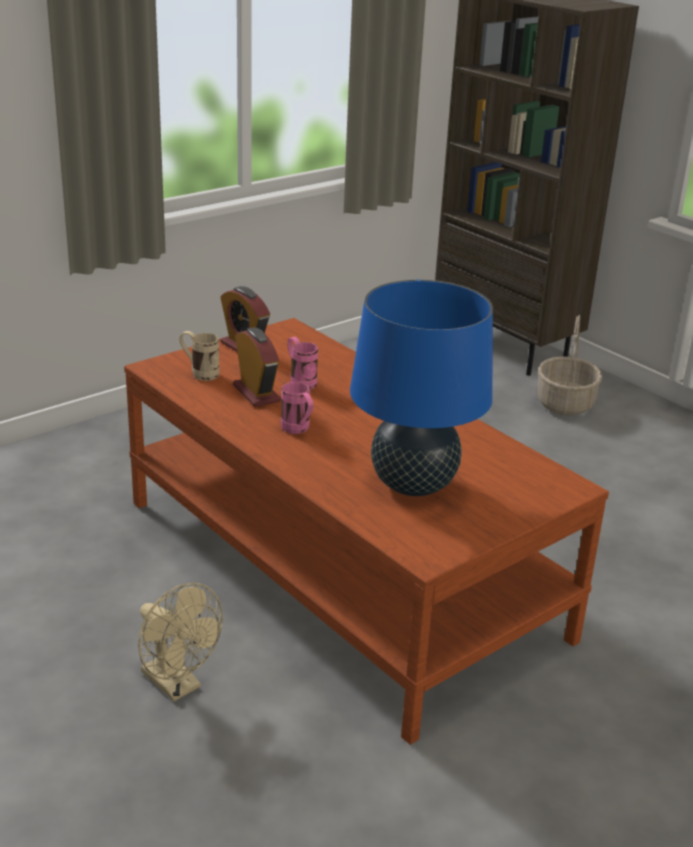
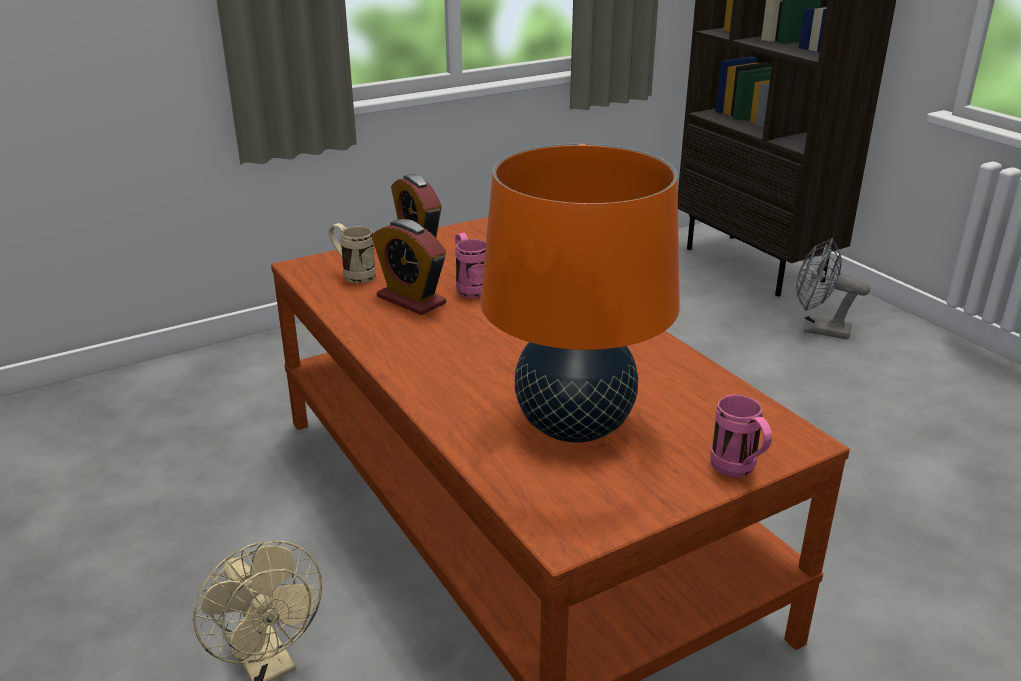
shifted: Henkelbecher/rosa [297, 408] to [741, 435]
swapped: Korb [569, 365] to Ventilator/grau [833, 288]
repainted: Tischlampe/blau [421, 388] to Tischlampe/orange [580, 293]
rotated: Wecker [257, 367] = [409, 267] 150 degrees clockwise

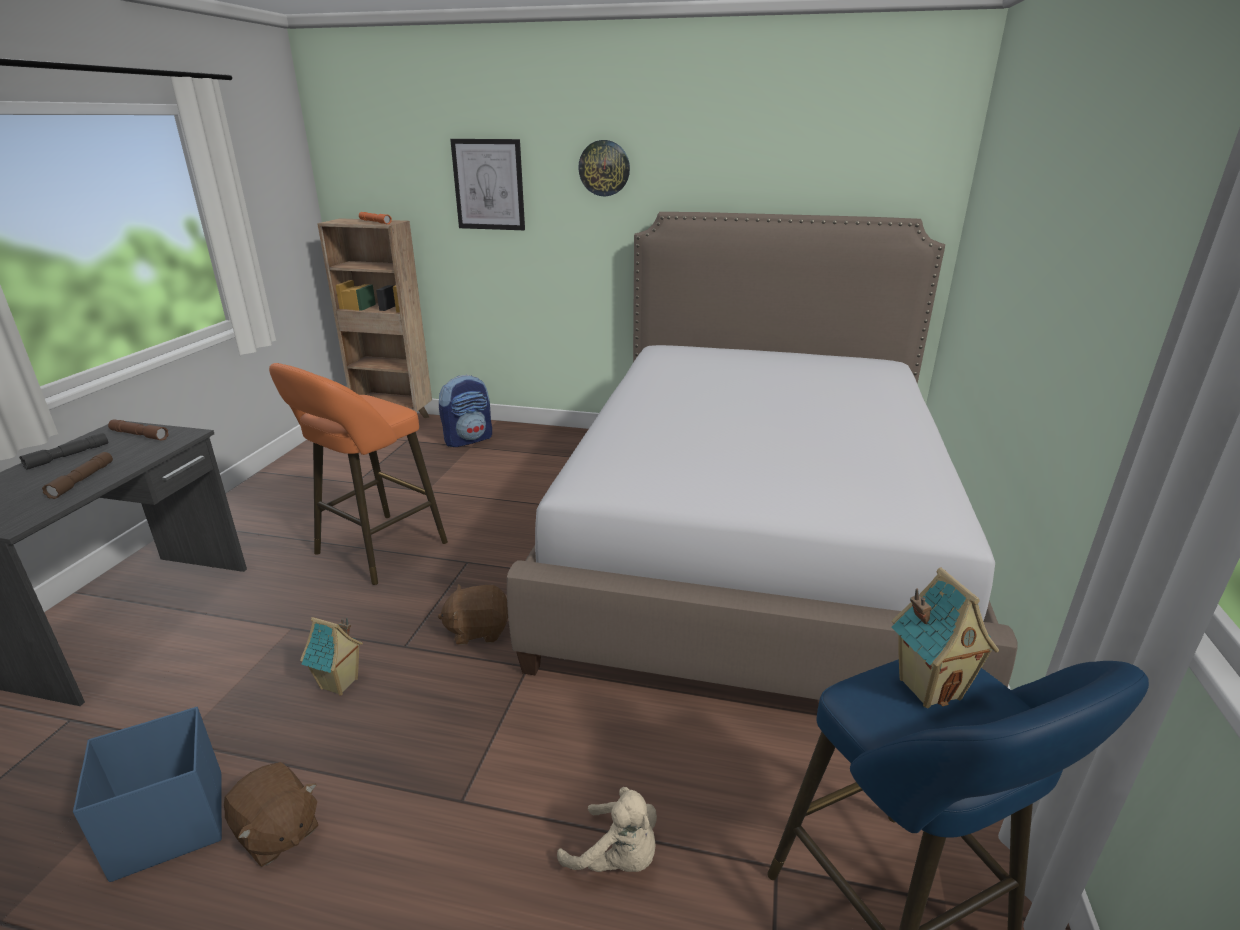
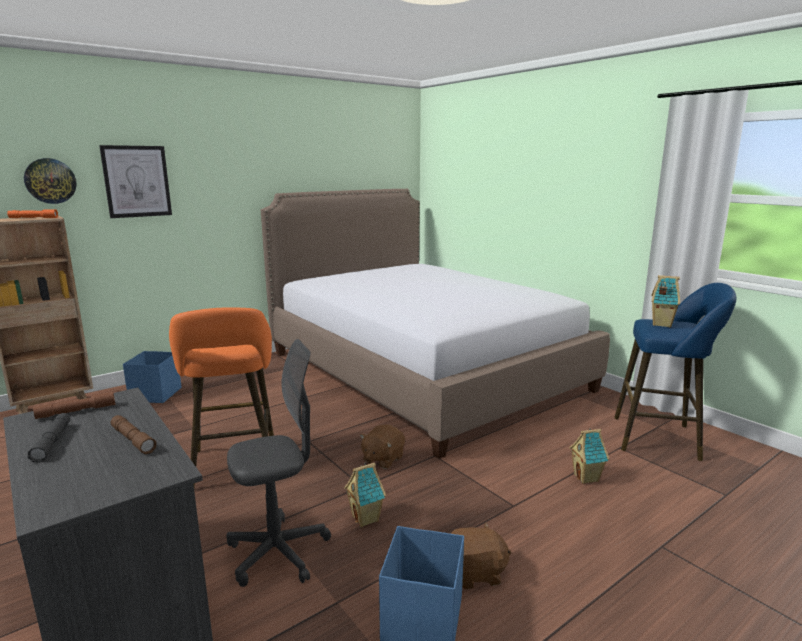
new: Bürostuhl/grau [278, 463]
shifted: Wanduhr [604, 168] to [50, 181]
swapped: Rucksack [465, 411] to Aufbewahrungsbox/blau [152, 377]; Plüschtier/beige [607, 829] to Spielzeughaus [589, 456]

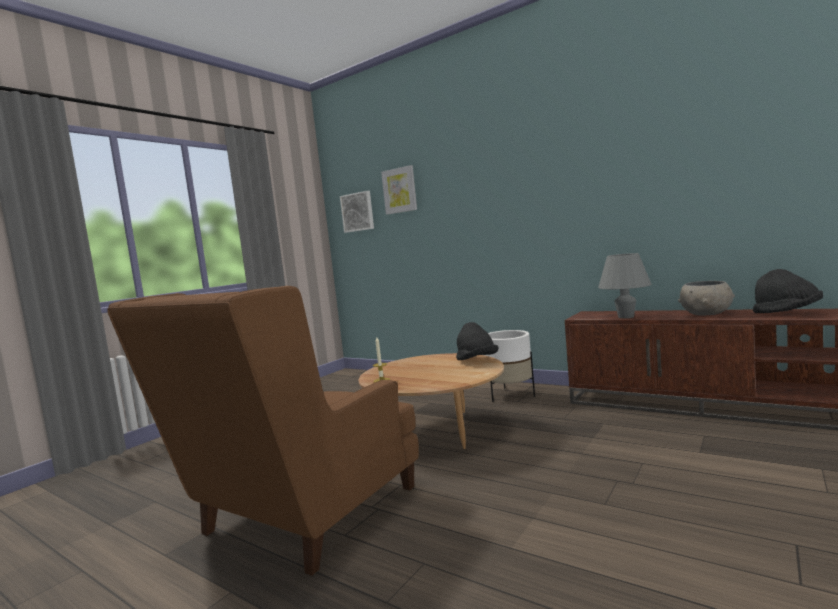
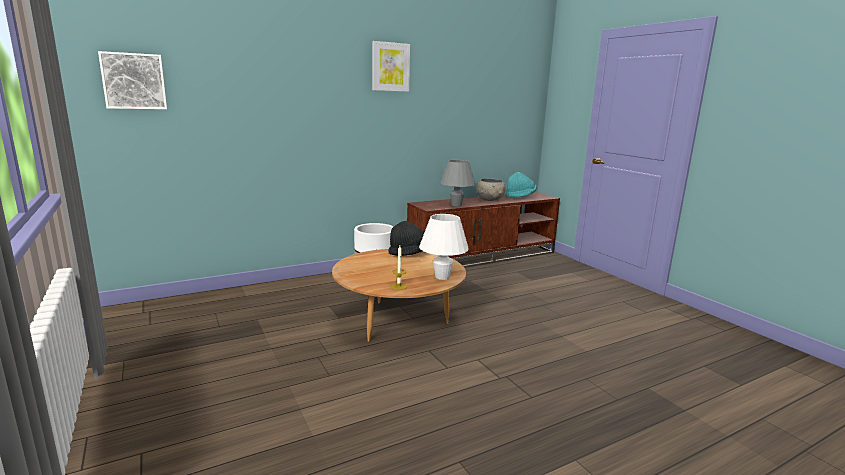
gone: Sessel/braun [263, 431]
new: Tischlampe/weiß [444, 247]
shifted: Bild [399, 190] to [391, 66]
repainted: Hut/schwarz [788, 291] to Hut/türkis [521, 185]

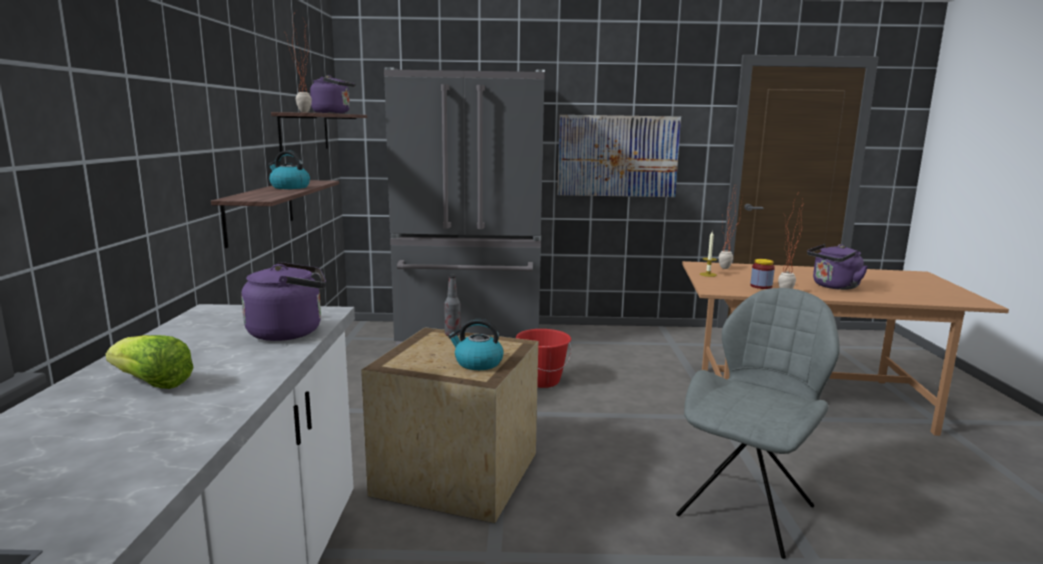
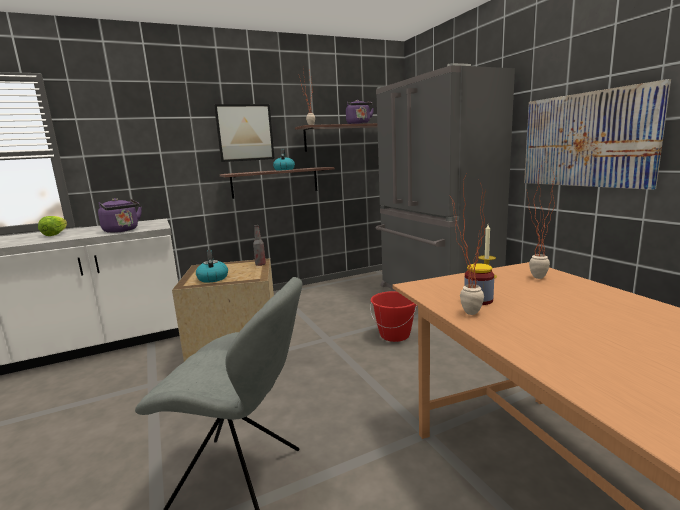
gone: Wasserkessel/lila [837, 267]
new: Bild [244, 133]

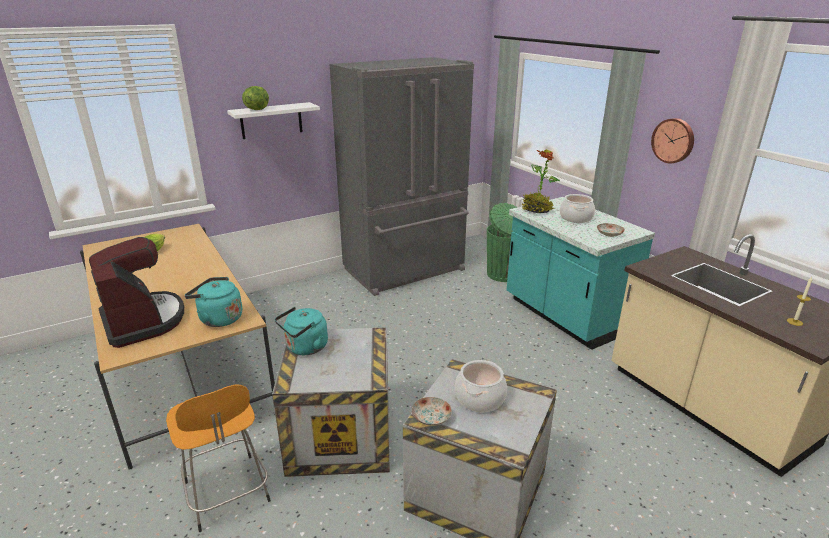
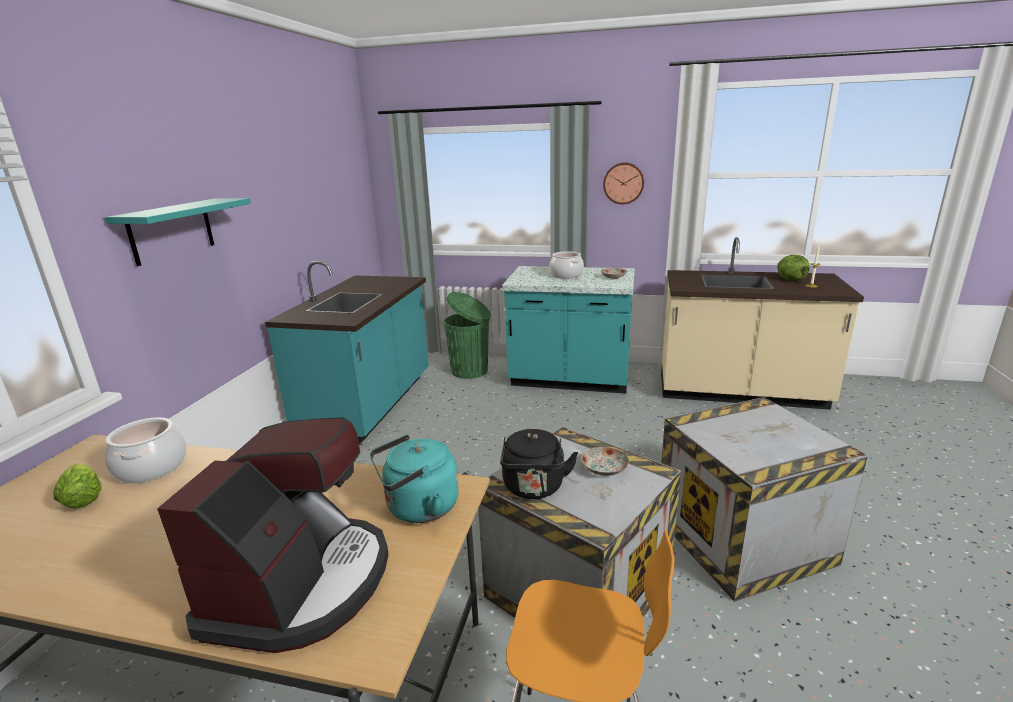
gone: Topfpflanze [541, 181]
shifted: Salatkopf [255, 98] to [793, 268]; Teller [432, 411] to [605, 461]; Kochtopf [481, 386] to [145, 450]
swapped: Kühlschrank/grau [402, 176] to Küchenzeile/türkis [347, 353]
repainted: Wandregal/weiß [273, 120] to Wandregal/türkis [178, 232]; Wasserkessel/türkis [301, 331] to Wasserkessel/schwarz [539, 464]
rotated: Kaffeemaschine [136, 292] = [273, 535] 90 degrees clockwise

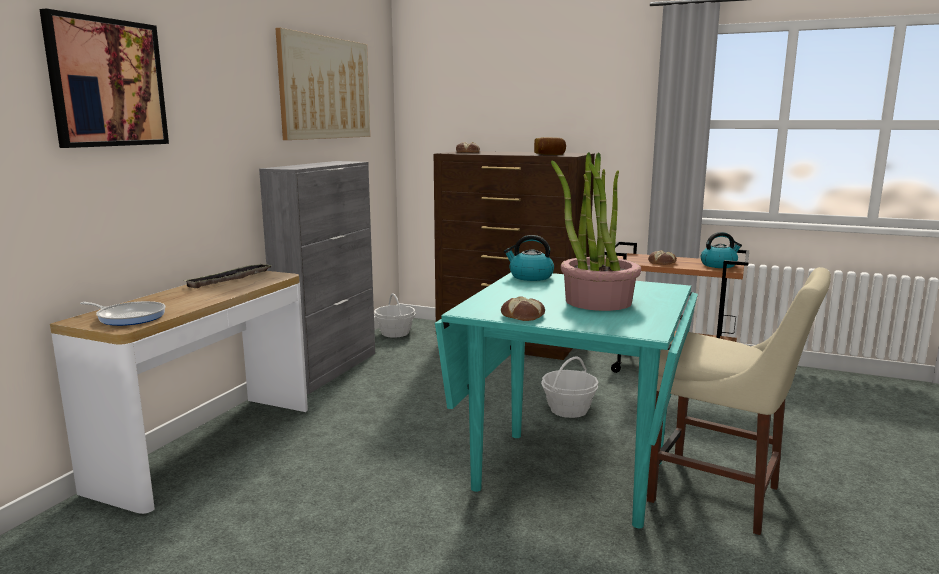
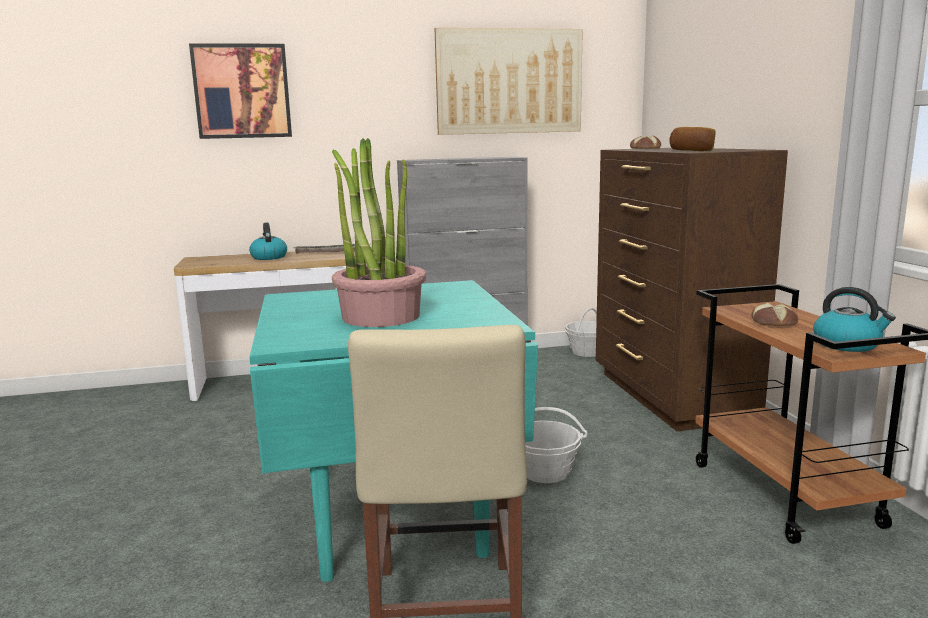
gone: Pfanne [123, 313]; Brot [523, 309]
shifted: Wasserkessel [529, 258] to [268, 241]

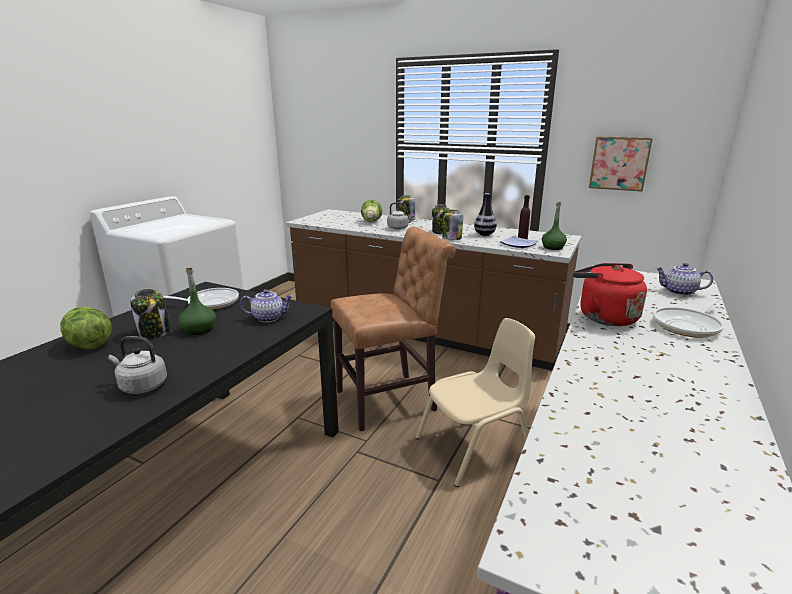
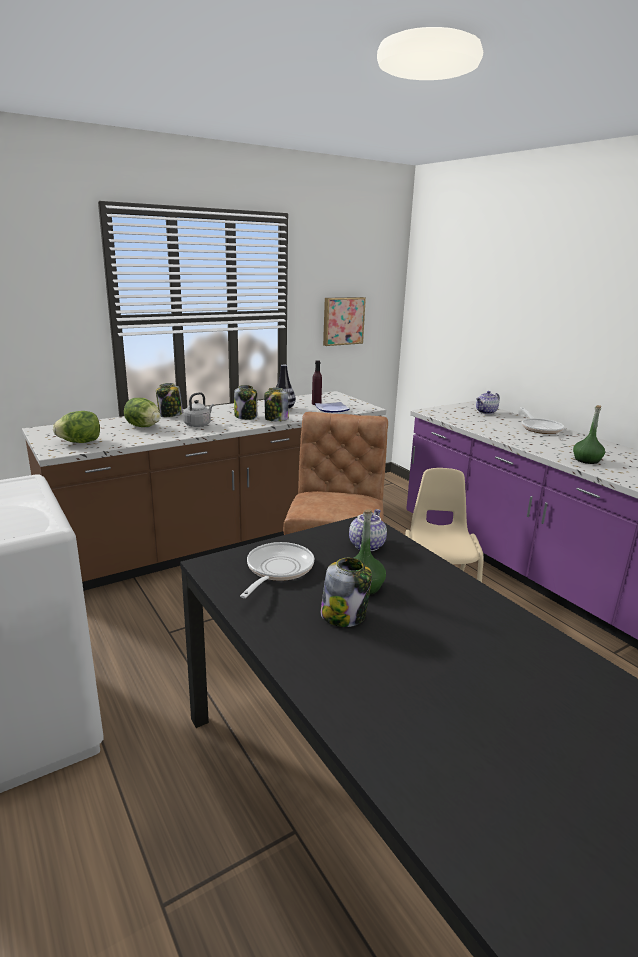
gone: Wasserkessel/grau [137, 365]; Wasserkessel/rot [610, 294]
shifted: Salatkopf [86, 328] to [76, 427]; Flasche/grün [554, 226] to [589, 434]

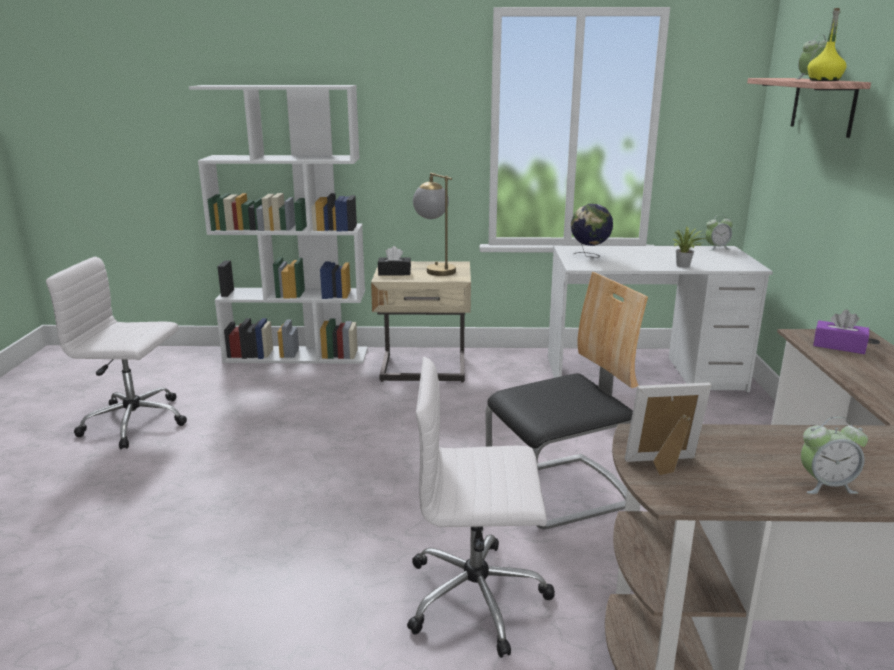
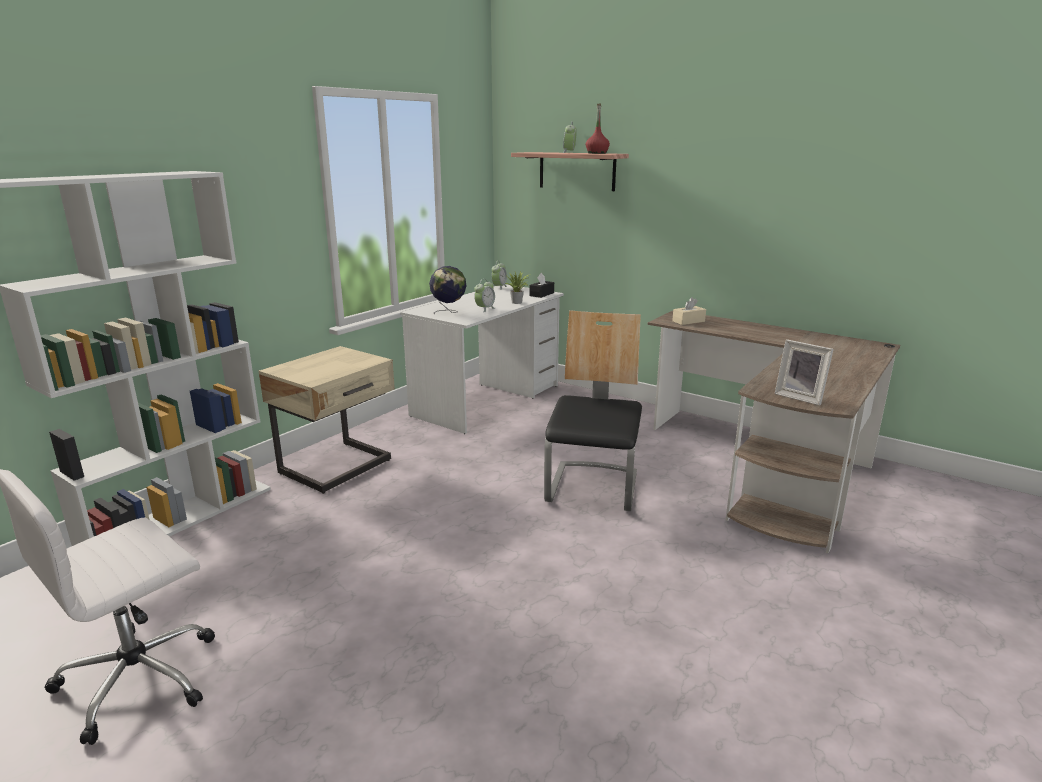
gone: Bürostuhl/weiß [481, 507]; Tischlampe [434, 224]
shifted: Taschentuchbox/schwarz [394, 261] to [542, 285]; Wecker [834, 455] to [484, 295]
repainted: Flasche/gelb [826, 44] to Flasche/rot [598, 129]; Taschentuchbox/lila [841, 332] to Taschentuchbox/beige [689, 311]
rotated: Bilderrahmen [668, 428] = [804, 372] 75 degrees counterclockwise

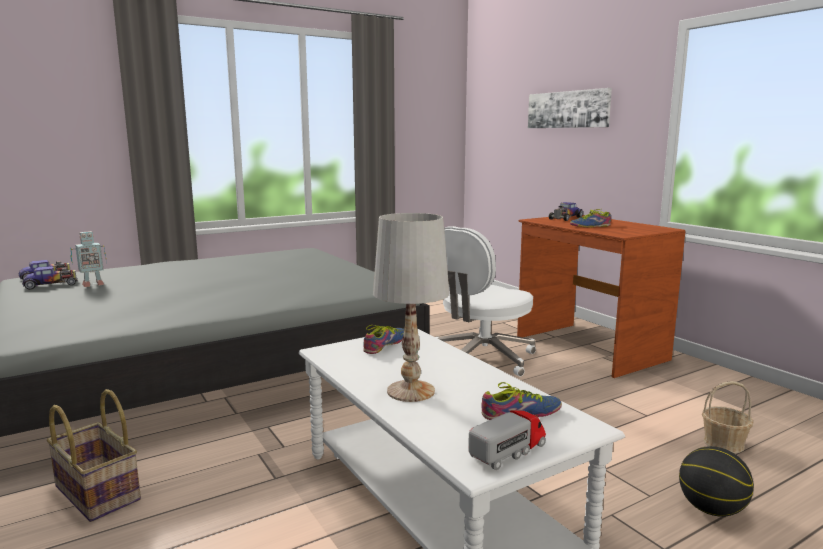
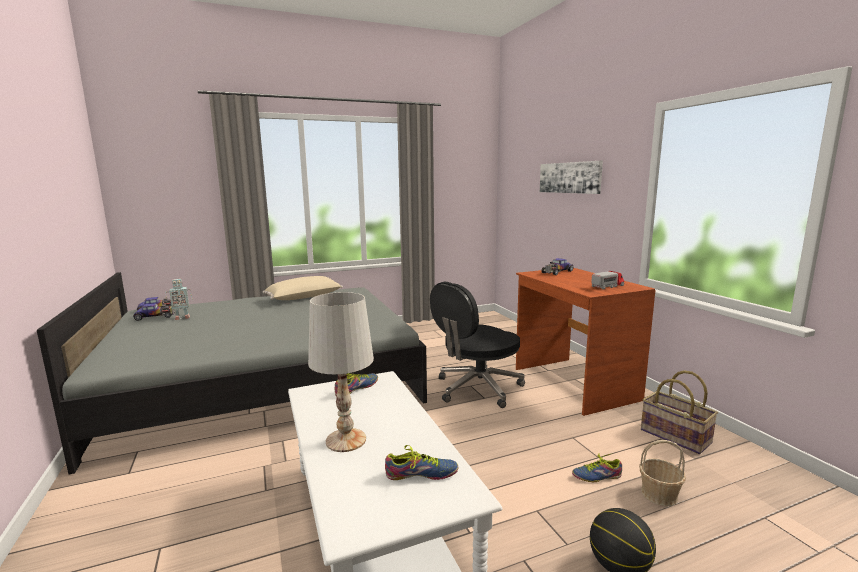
new: Kissen/beige [303, 288]
shifted: Korb [94, 455] to [679, 412]; Spielzeuglaster [507, 440] to [607, 280]; Schuh [590, 218] to [597, 467]
repainted: Bürostuhl/weiß [486, 301] to Bürostuhl/schwarz [477, 345]

